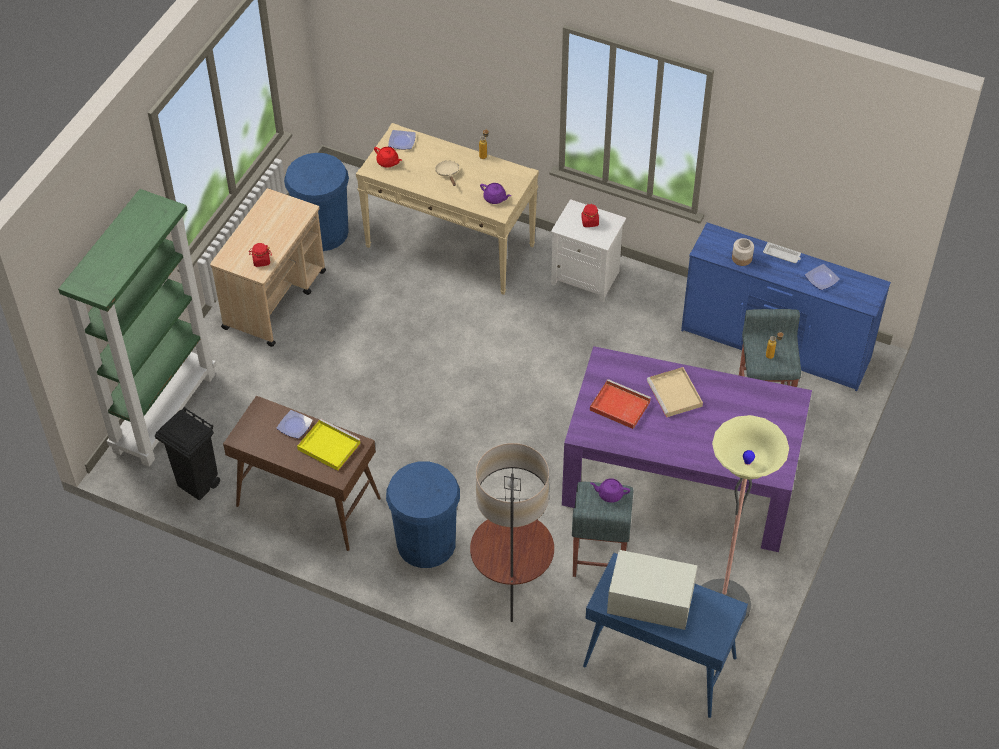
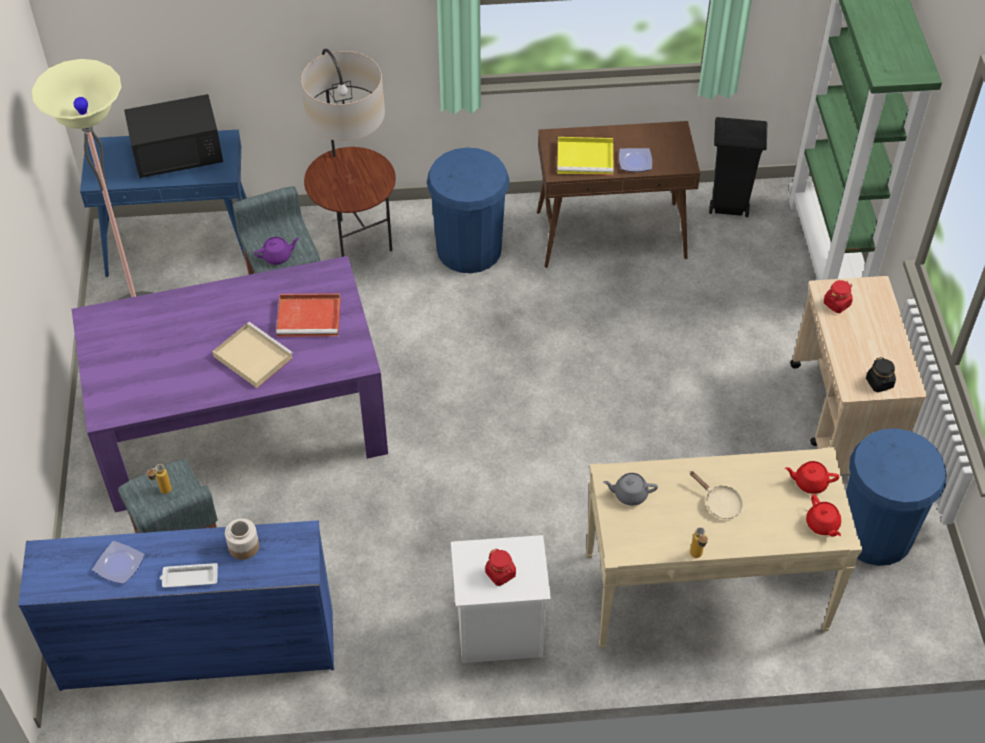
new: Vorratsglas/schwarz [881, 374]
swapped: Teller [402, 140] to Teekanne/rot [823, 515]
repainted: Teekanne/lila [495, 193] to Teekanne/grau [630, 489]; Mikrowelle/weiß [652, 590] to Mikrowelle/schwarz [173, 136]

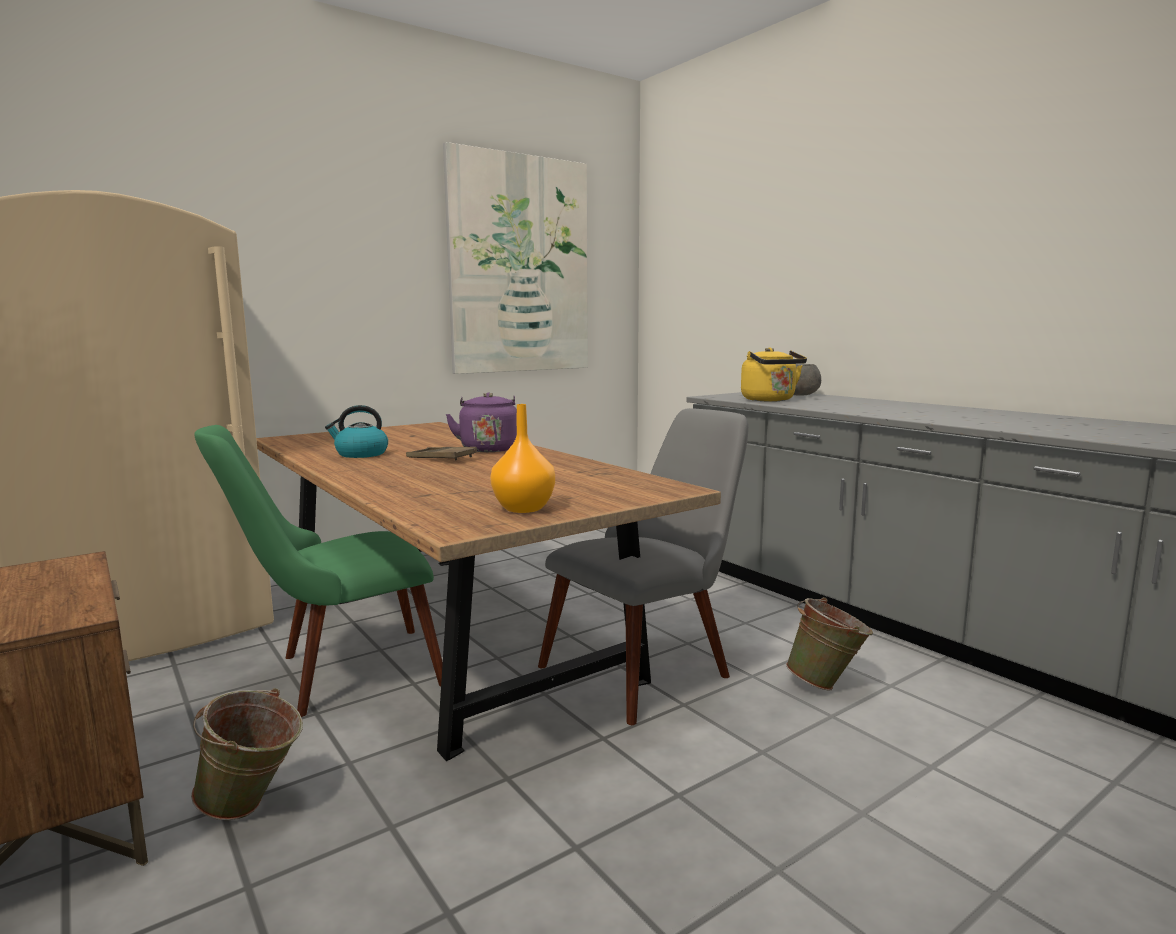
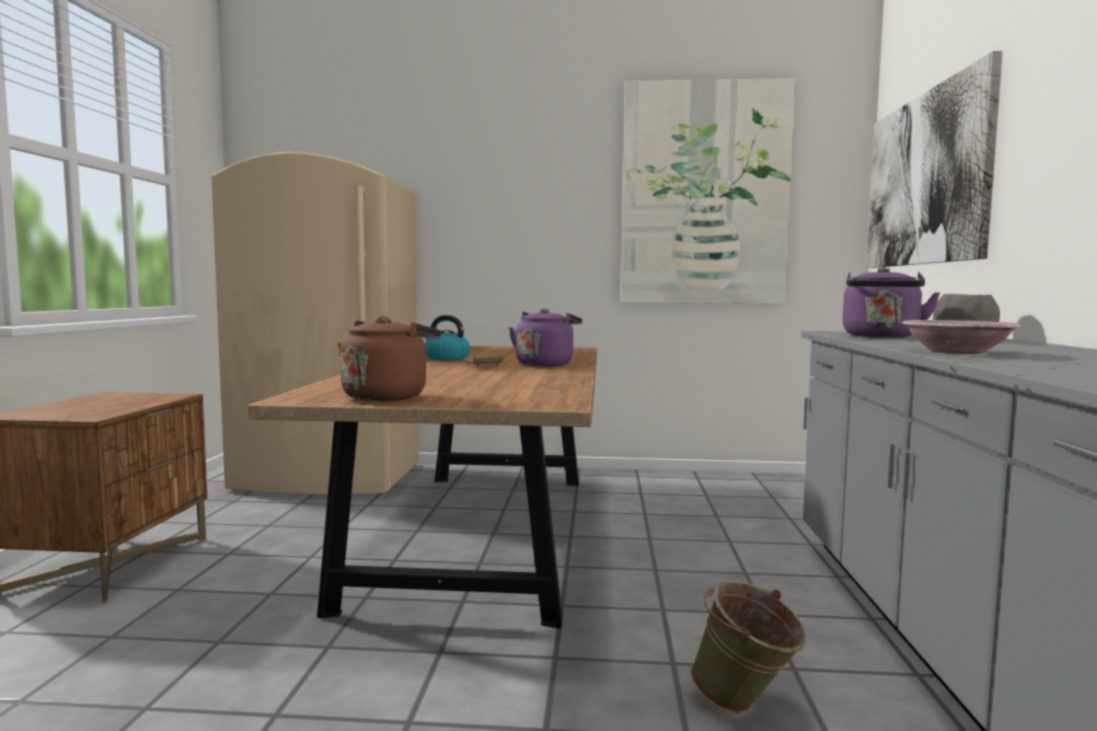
gone: Eimer/grün [247, 754]; Stuhl/grün [318, 571]; Stuhl/grau [643, 566]
new: Bild [934, 159]; Schüssel [961, 337]
swapped: Vase/orange [522, 458] to Wasserkessel/braun [389, 358]
repainted: Wasserkessel/gelb [774, 374] to Wasserkessel/lila [891, 302]

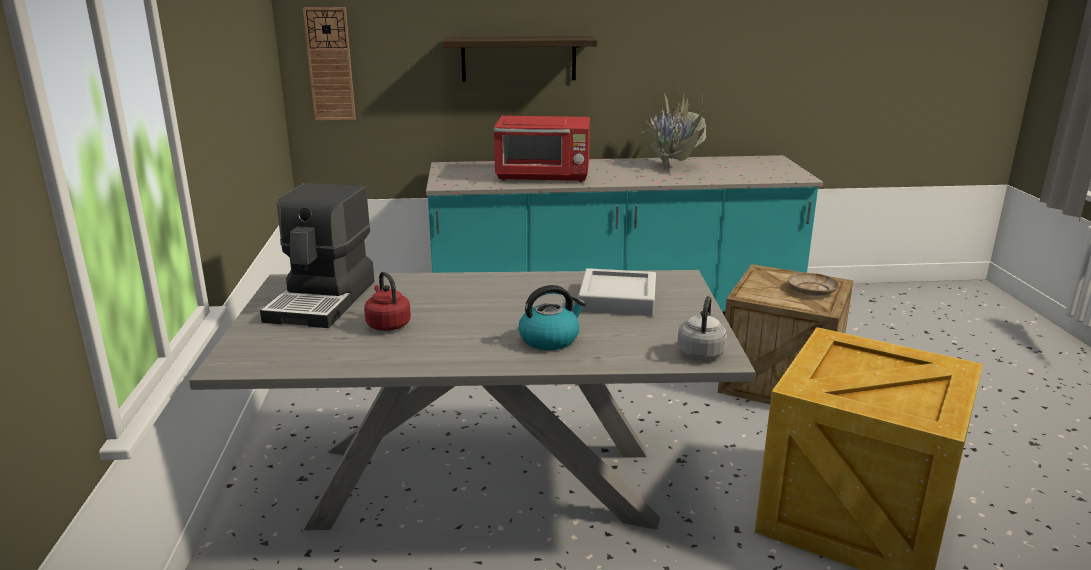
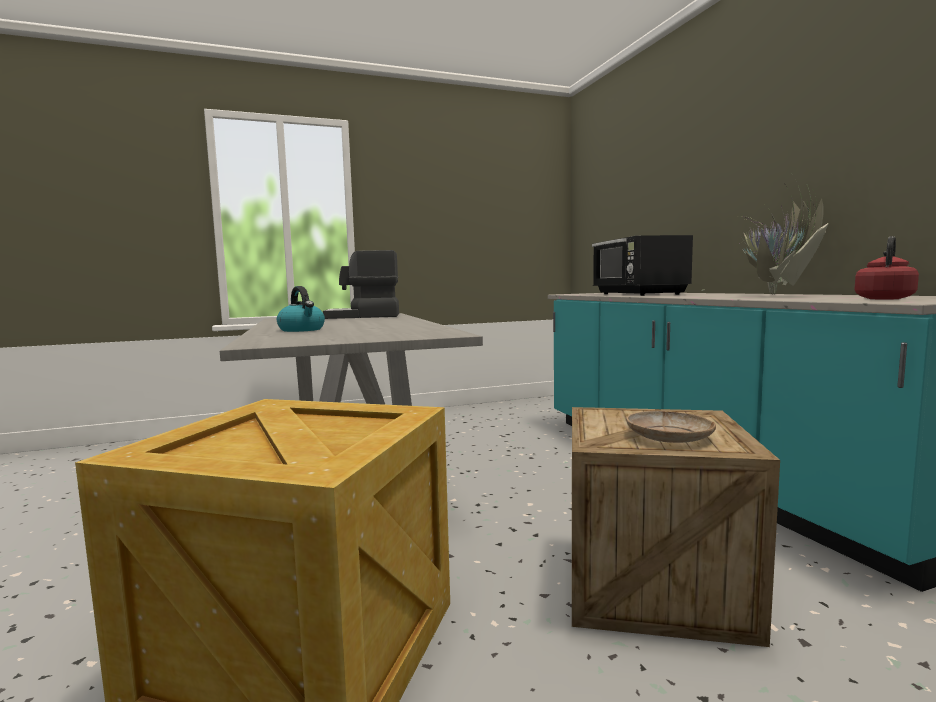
gone: Wanduhr [329, 63]; Wandregal [520, 59]; Tablett/grau [617, 292]; Wasserkessel/grau [702, 328]
shifted: Wasserkessel/rot [387, 301] to [886, 267]
repainted: Mikrowelle/rot [542, 149] to Mikrowelle/schwarz [642, 265]

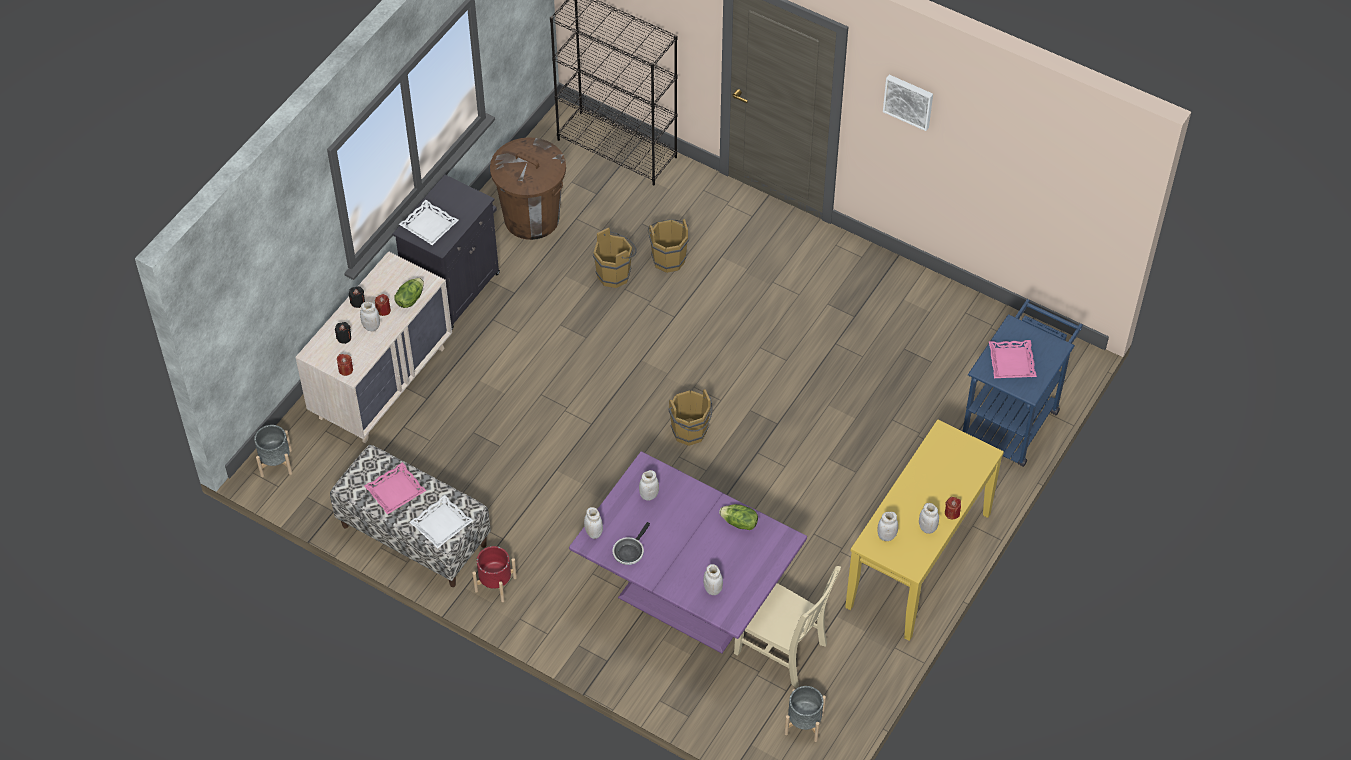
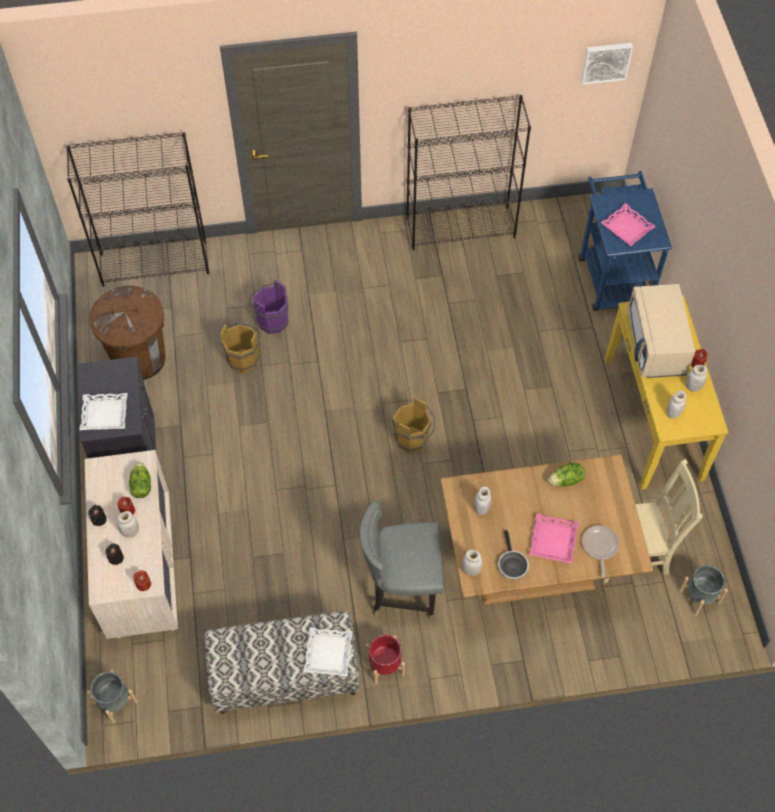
new: Stuhl/grau [402, 560]; Bücherregal/schwarz [468, 172]; Mikrowelle/beige [661, 331]
shifted: Tablett/rosa [395, 488] to [554, 538]; Bild [908, 103] to [607, 64]
swapped: Vorratsglas/weiß [713, 579] to Pfanne [600, 551]
repainted: Esstisch/lila [688, 552] to Esstisch/braun [547, 529]; Eimer/braun [668, 246] to Eimer/lila [269, 307]

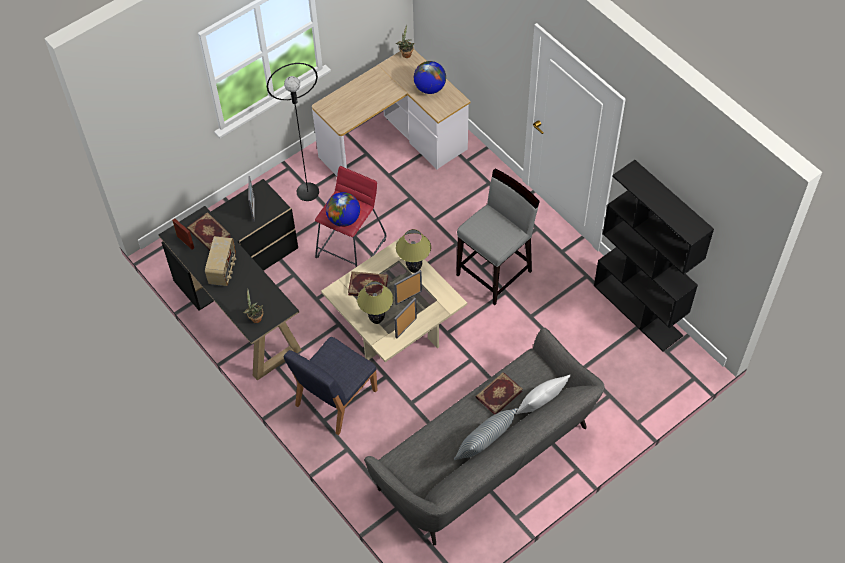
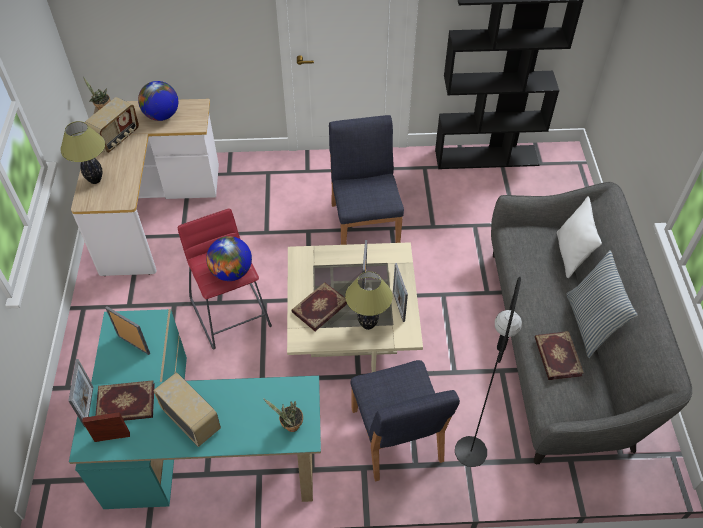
new: Bilderrahmen [80, 393]; Radio [112, 125]
shifted: Stehlampe/schwarz [293, 132] to [488, 372]; Tischlampe [413, 251] to [82, 152]; Buch [499, 393] to [559, 355]
swapped: Hocker/grau [498, 236] to Stuhl/blau [366, 180]
repainted: Schreibtisch/schwarz [230, 280] to Schreibtisch/türkis [195, 409]

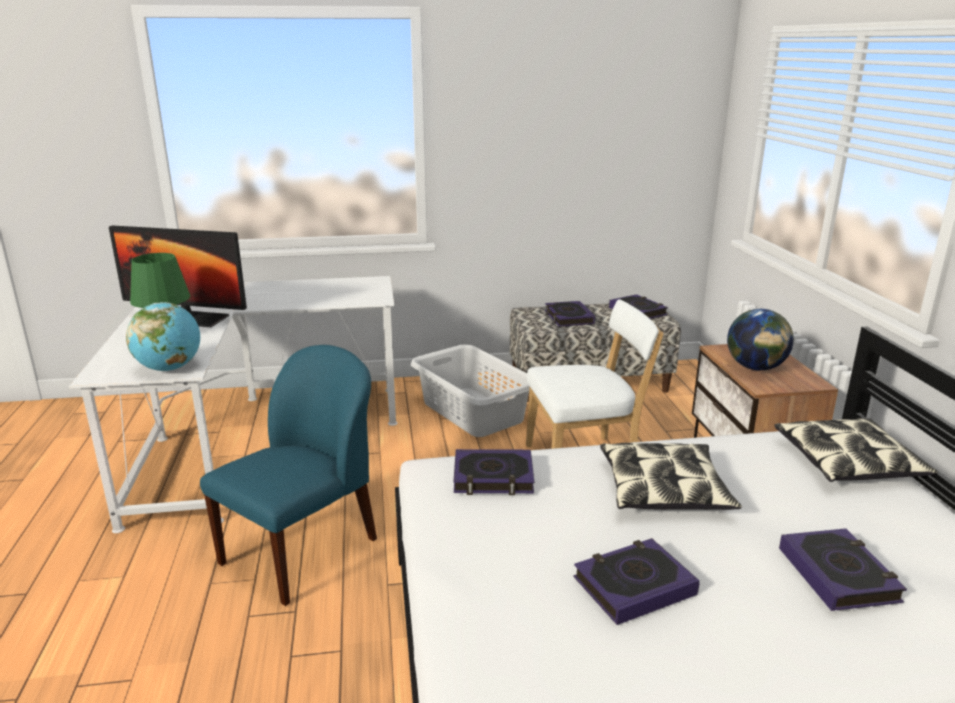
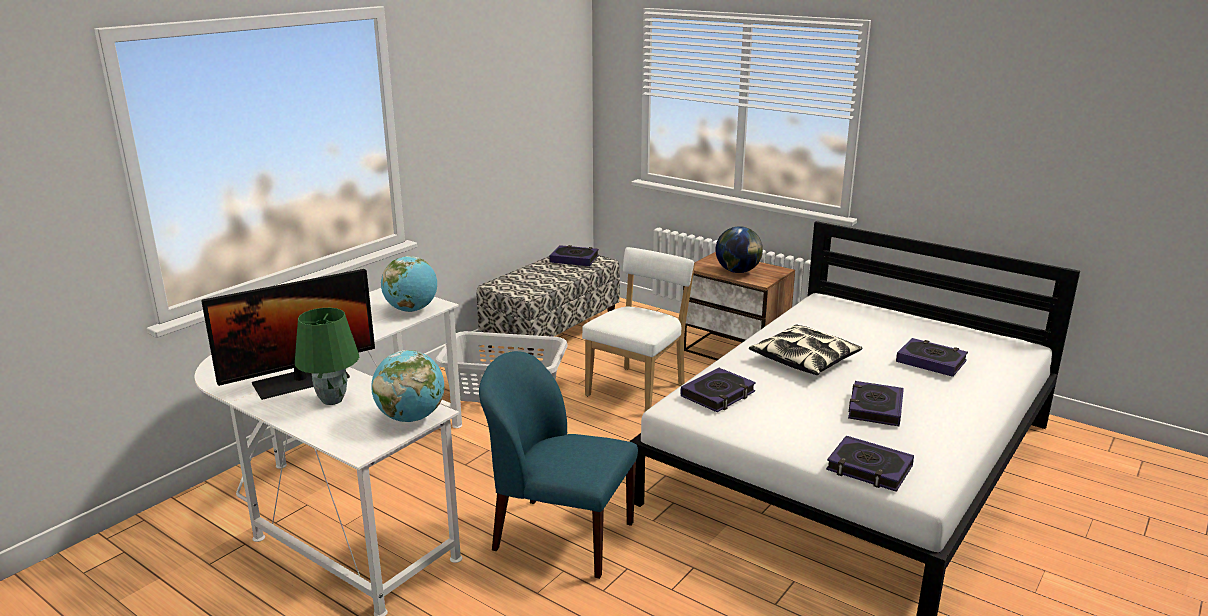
gone: Kissen [856, 450]
new: Globus [409, 284]
shifted: Buch [570, 314] to [870, 464]
rotated: Stuhl/blau [288, 475] = [558, 465] 60 degrees counterclockwise

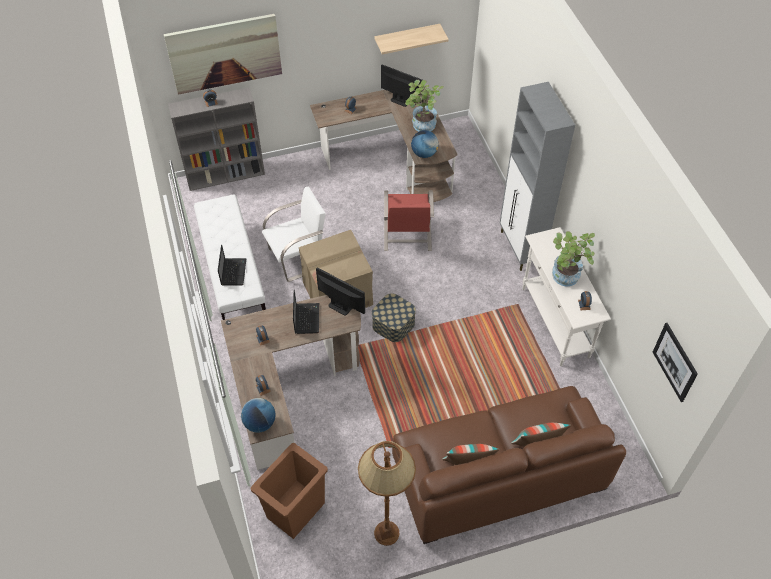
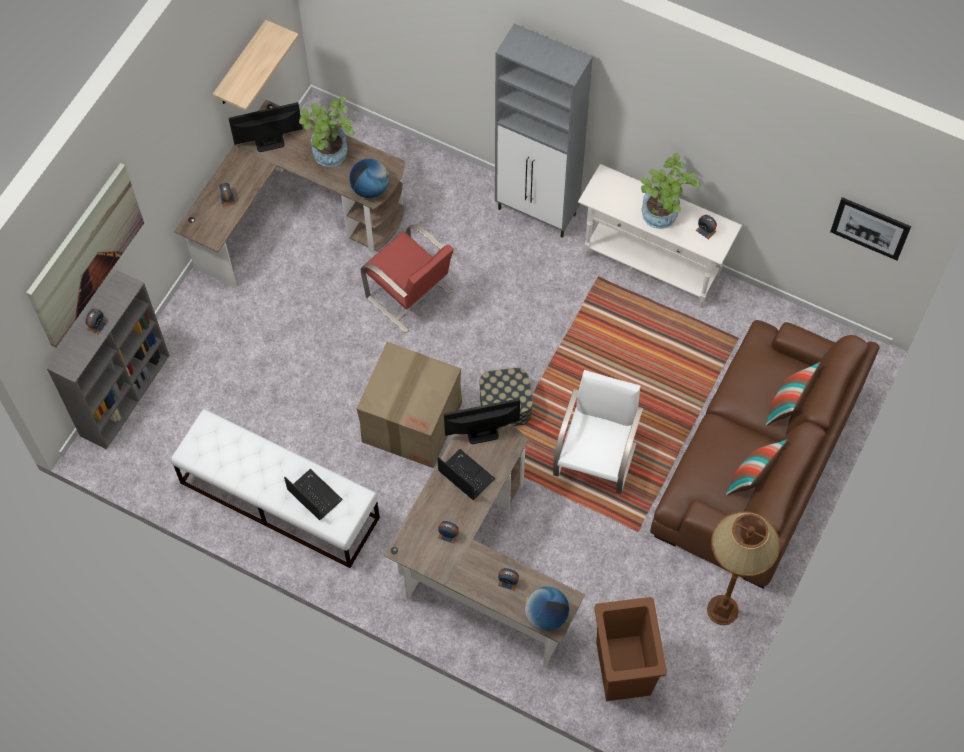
shifted: Stuhl/weiß [294, 234] to [598, 432]

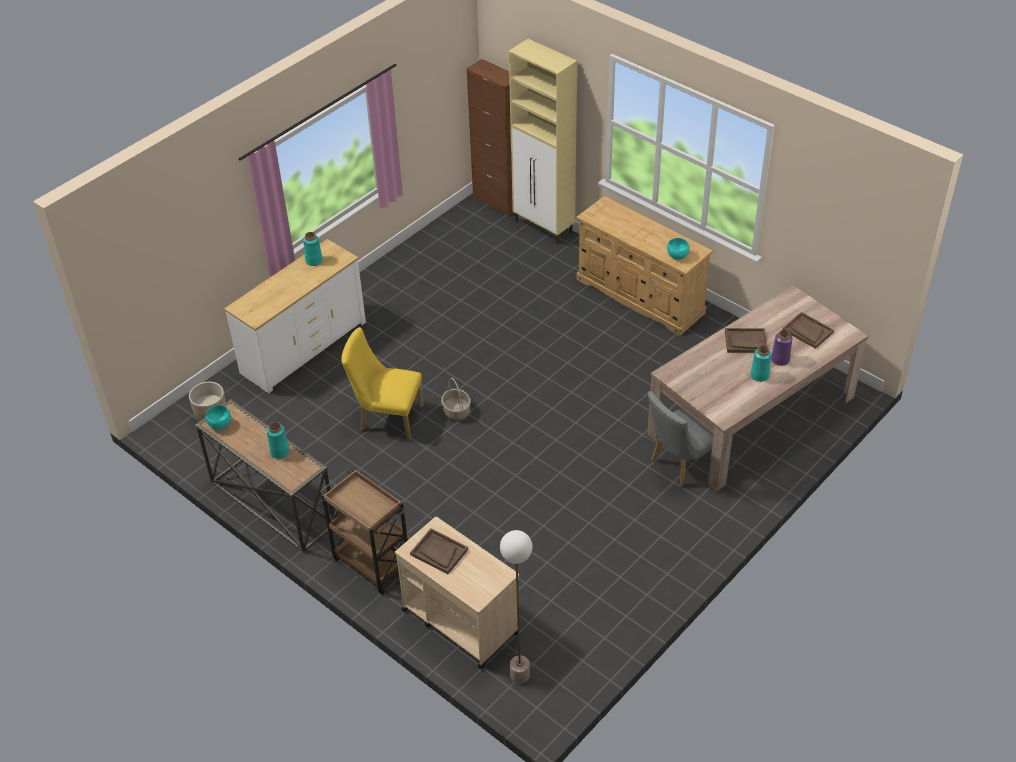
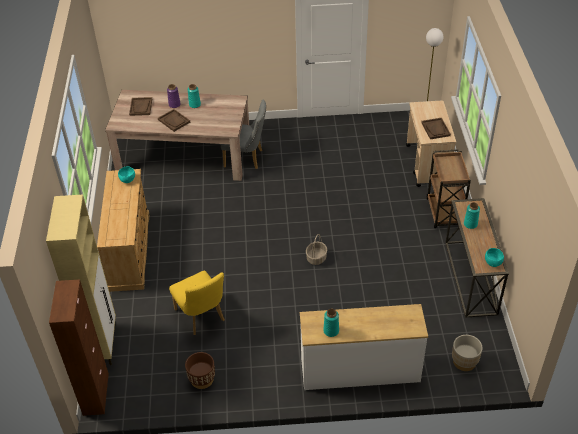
new: Pflanzkübel/braun [200, 370]
shifted: Stuhl/gelb [382, 383] to [197, 303]

